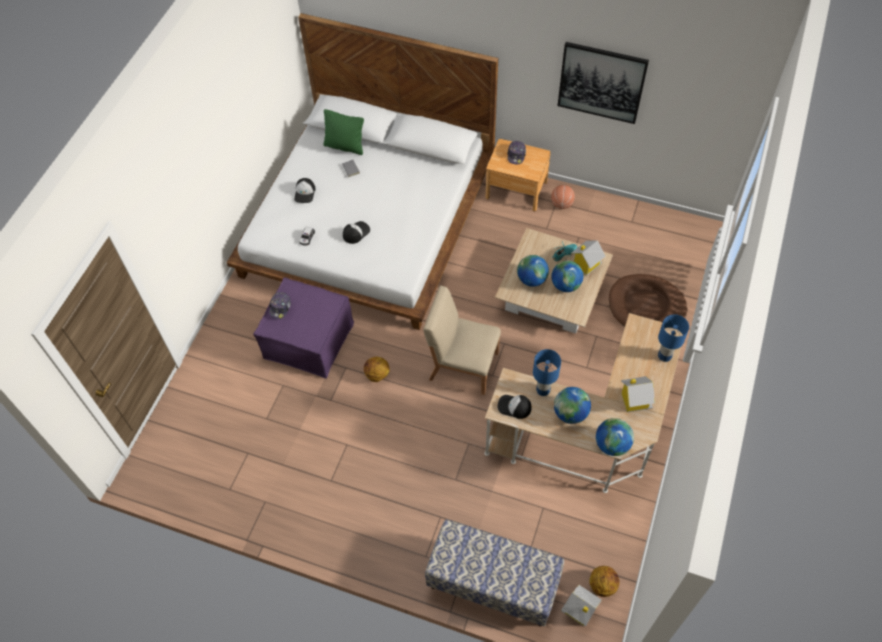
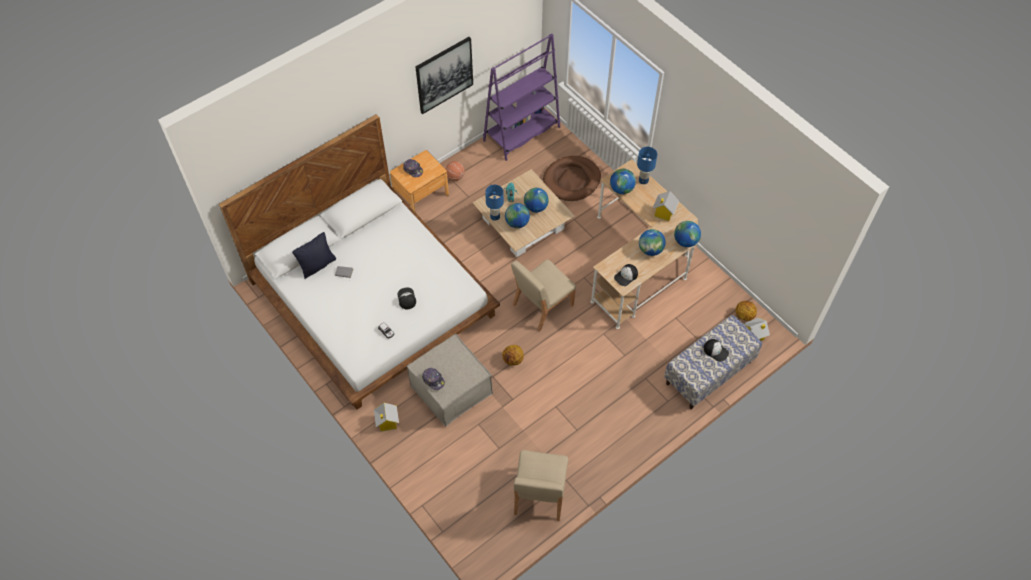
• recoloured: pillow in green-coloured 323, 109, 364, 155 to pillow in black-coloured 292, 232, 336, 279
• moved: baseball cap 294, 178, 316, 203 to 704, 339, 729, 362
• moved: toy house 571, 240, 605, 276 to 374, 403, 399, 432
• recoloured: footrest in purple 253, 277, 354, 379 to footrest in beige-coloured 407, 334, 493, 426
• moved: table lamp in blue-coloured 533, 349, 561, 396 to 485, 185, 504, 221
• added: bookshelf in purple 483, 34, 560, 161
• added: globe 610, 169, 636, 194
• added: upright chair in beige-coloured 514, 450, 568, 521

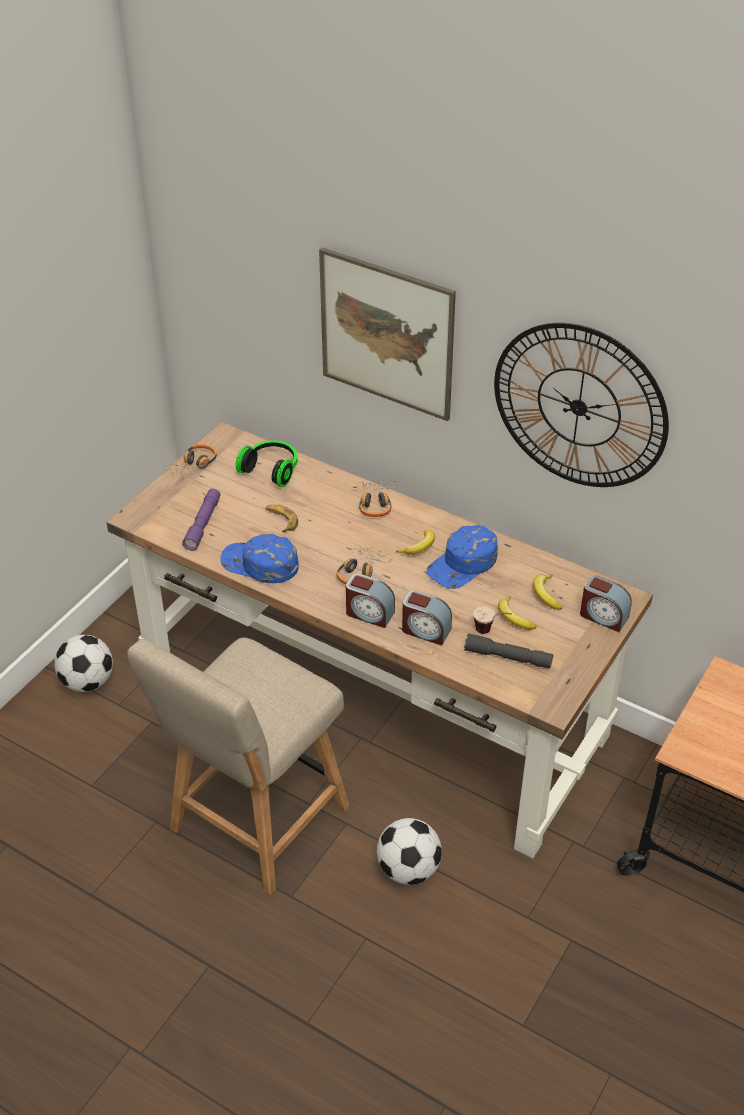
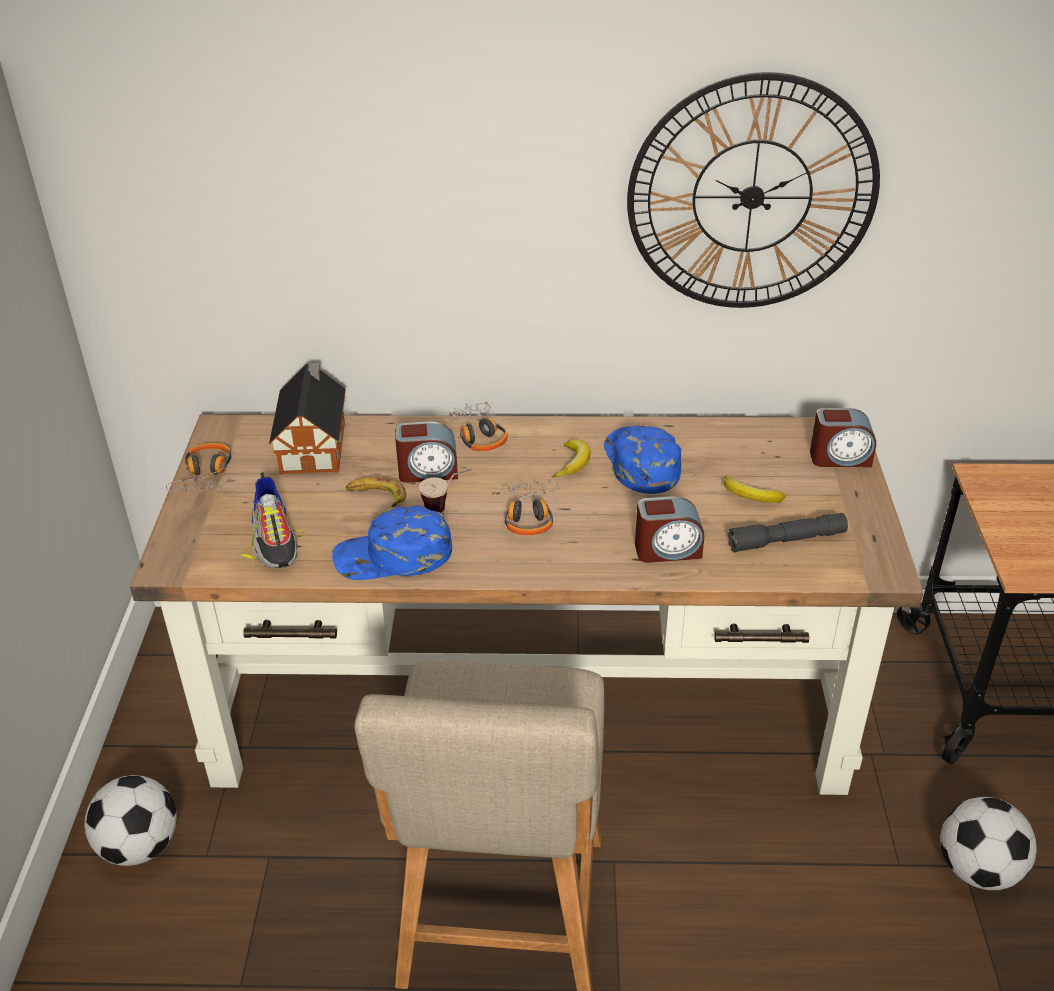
• removed: wall art 319, 247, 456, 421
• replaced: headphones 236, 440, 298, 487 to toy house 269, 363, 346, 475
• replaced: hand torch in purple 182, 489, 220, 551 to shoe 242, 472, 305, 568
• turned: baseball cap in blue-coloured 426, 525, 498, 589 = 604, 426, 682, 494 150 degrees clockwise
• moved: table clock 346, 573, 395, 628 to 395, 422, 458, 483
• removed: whole banana 533, 574, 562, 610
• moved: drinking cup 473, 606, 512, 634 to 419, 469, 472, 513
• moved: football ball 377, 818, 442, 885 to 940, 797, 1037, 890

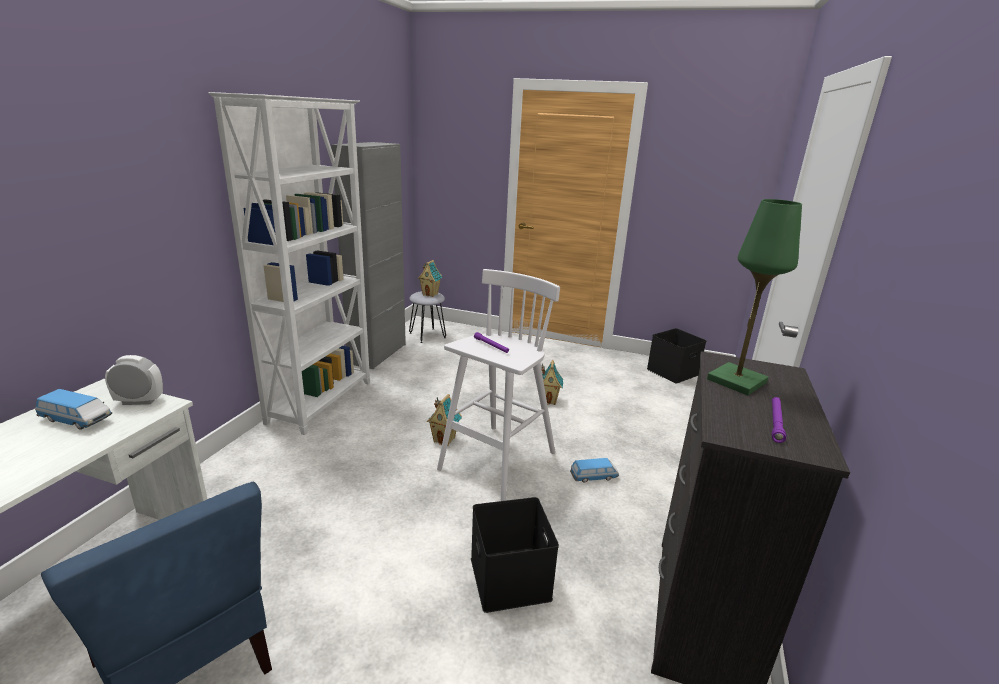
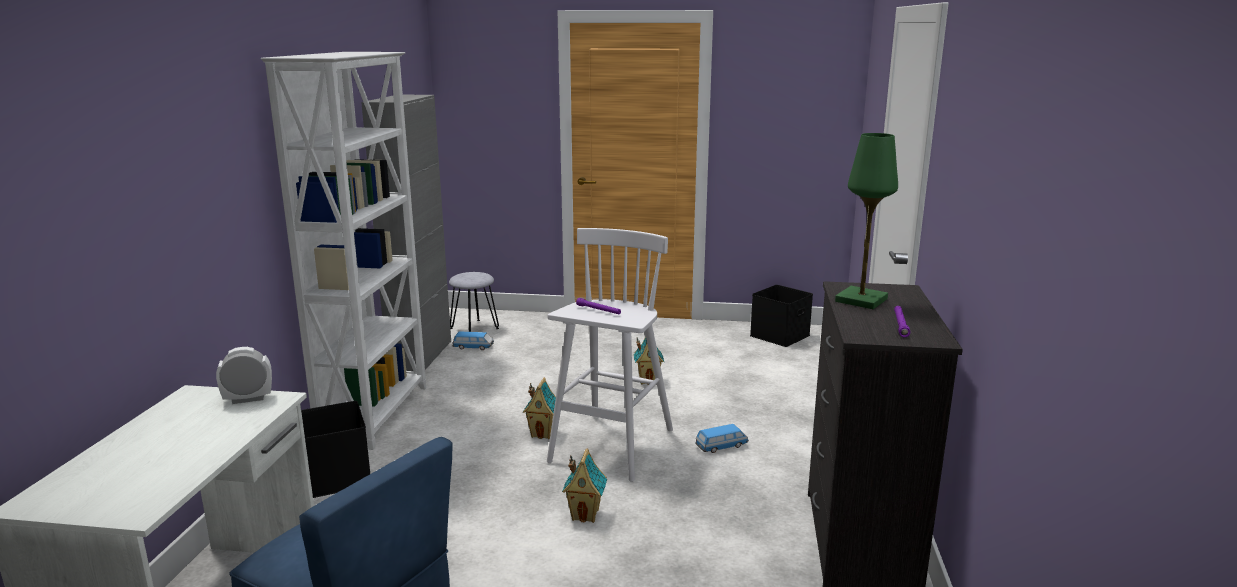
• moved: toy house 418, 260, 442, 297 to 562, 449, 607, 523
• moved: miniature car 35, 389, 112, 430 to 453, 331, 494, 350
• moved: storage bin in black-coloured 471, 497, 559, 613 to 301, 401, 370, 498

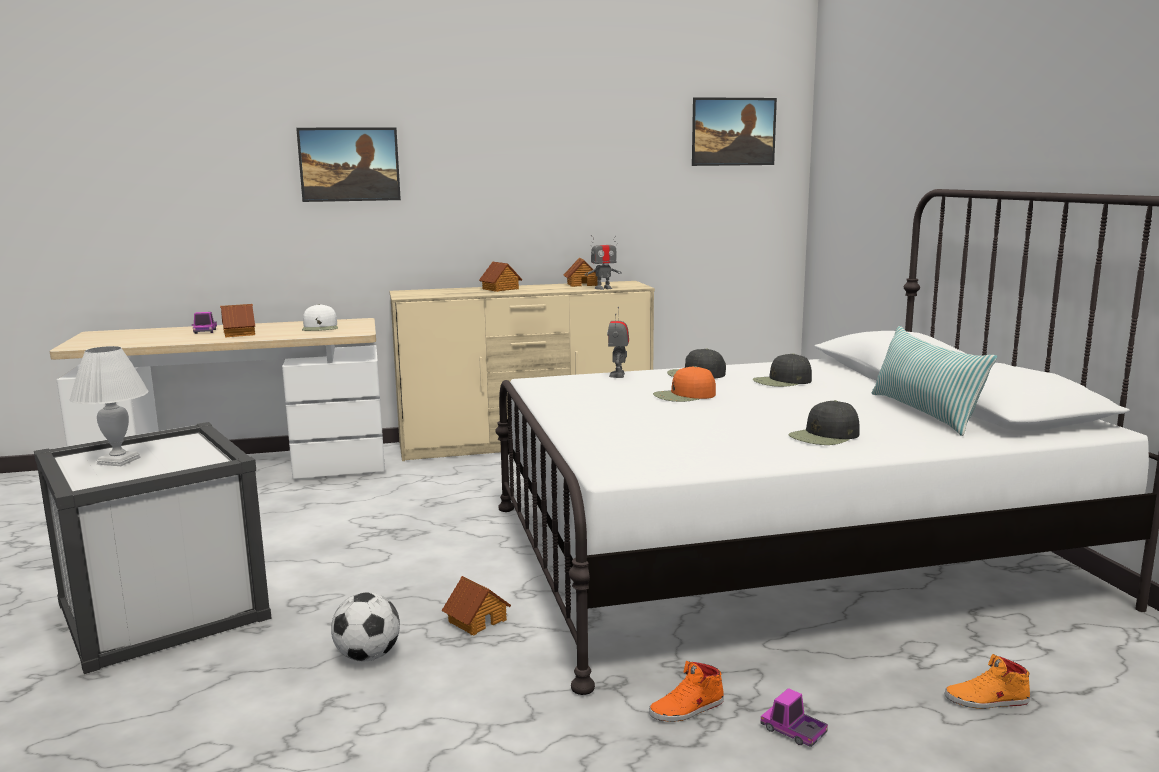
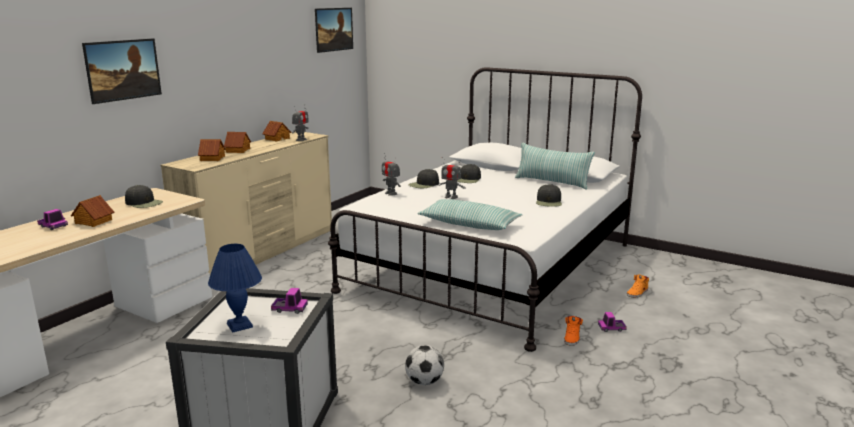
• recoloured: baseball cap in white 302, 304, 338, 331 to baseball cap in black-coloured 125, 185, 163, 208
• recoloured: table lamp in white 70, 346, 148, 466 to table lamp in blue-coloured 208, 244, 262, 333
• replaced: baseball cap in orange 653, 366, 716, 402 to model robot 438, 157, 466, 199
• moved: toy house 441, 576, 511, 636 to 198, 139, 226, 161
• added: pillow 418, 199, 522, 230
• added: toy truck 271, 288, 308, 314

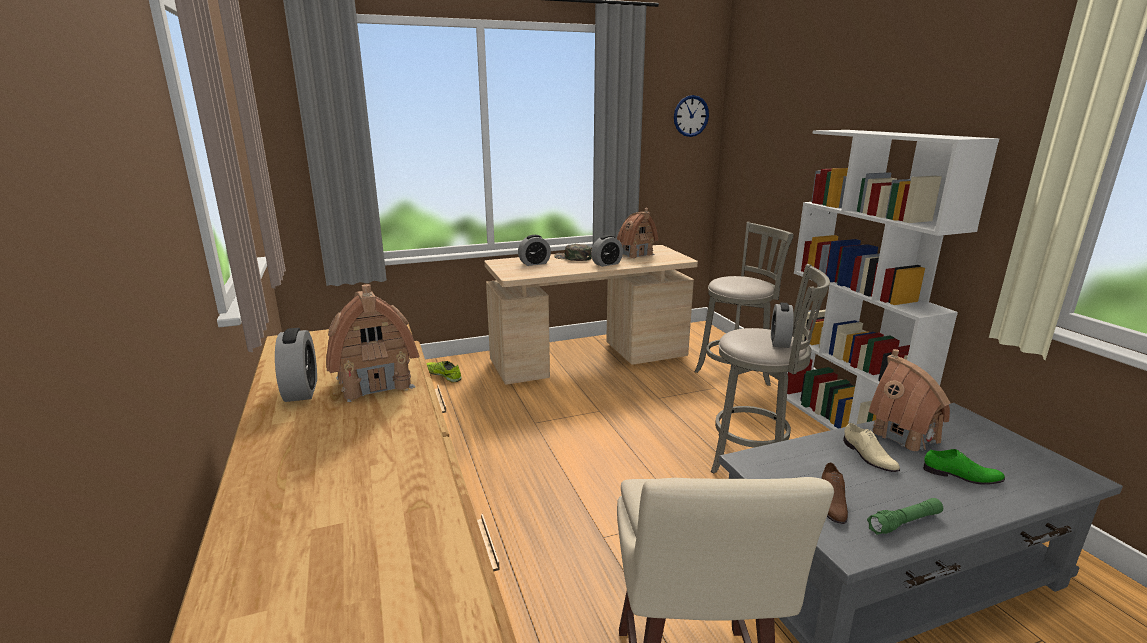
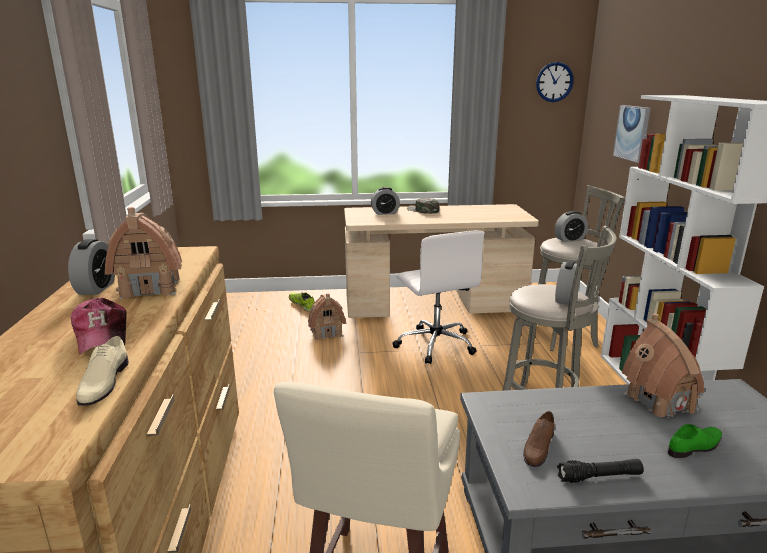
• moved: toy house 617, 208, 658, 259 to 308, 293, 347, 341
• moved: table clock 591, 235, 623, 267 to 555, 211, 588, 242
• moved: shoe in beige-coloured 843, 423, 900, 472 to 76, 336, 129, 406
• turned: shoe in green-coloured 923, 449, 1005, 485 = 668, 424, 722, 458 60 degrees counterclockwise
• recoloured: hand torch in green-coloured 867, 498, 943, 535 to hand torch in black-coloured 557, 459, 644, 483
• added: wall art 613, 105, 651, 163
• added: desk chair in white 393, 231, 485, 364
• added: baseball cap 71, 298, 127, 354

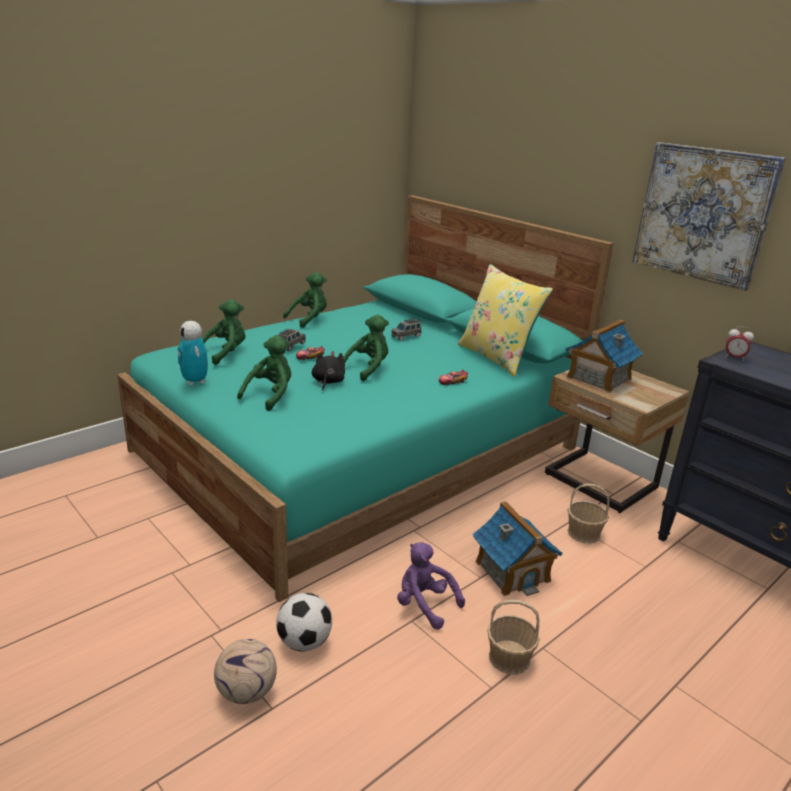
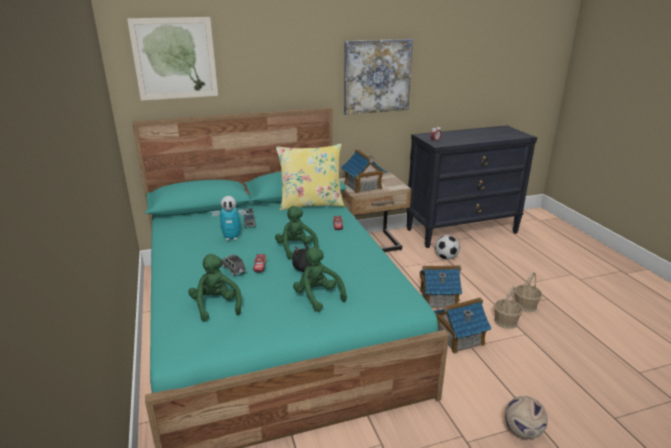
• removed: soft toy in green-coloured 283, 272, 327, 328
• moved: model robot 178, 321, 208, 385 to 209, 196, 250, 241
• moved: storage basket 567, 484, 609, 544 to 515, 272, 543, 312
• replaced: soft toy in purple 397, 542, 465, 630 to toy house 434, 297, 492, 354
• moved: football ball 276, 593, 332, 651 to 435, 235, 460, 260
• added: wall art 127, 17, 218, 101

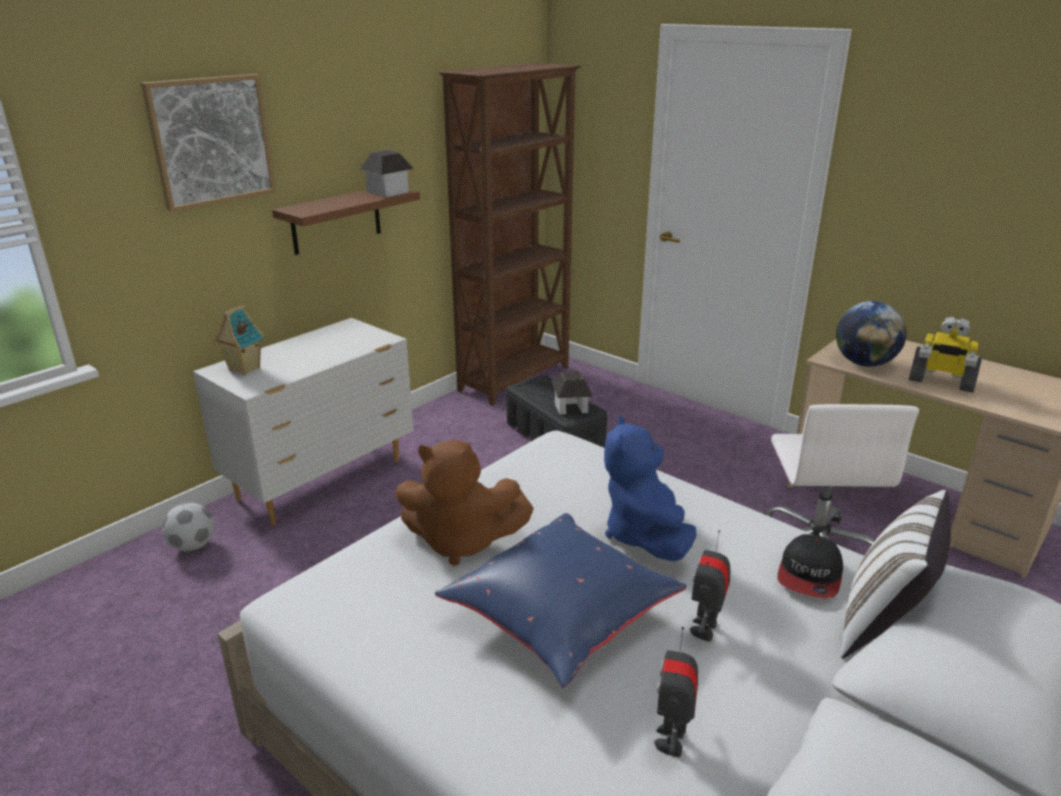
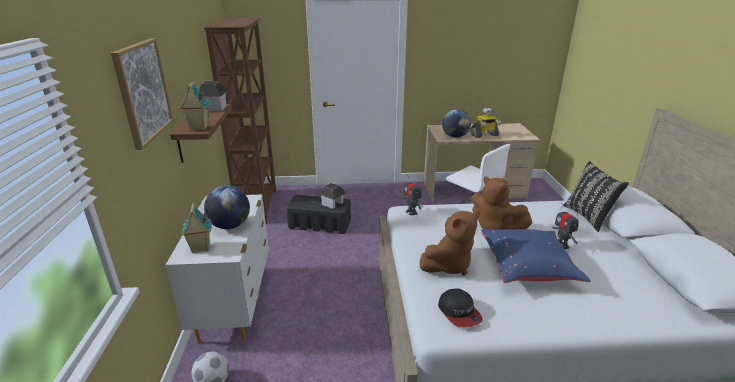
• recoloured: soft toy in blue-coloured 604, 415, 697, 561 to soft toy in brown 472, 176, 533, 230
• recoloured: pillow in white 841, 490, 951, 659 to pillow in black-coloured 563, 161, 629, 232
• moved: baseball cap 777, 534, 843, 598 to 438, 289, 483, 327
• moved: model robot 654, 627, 698, 757 to 404, 174, 421, 215
• added: toy house 179, 82, 211, 131
• added: globe 204, 186, 250, 229

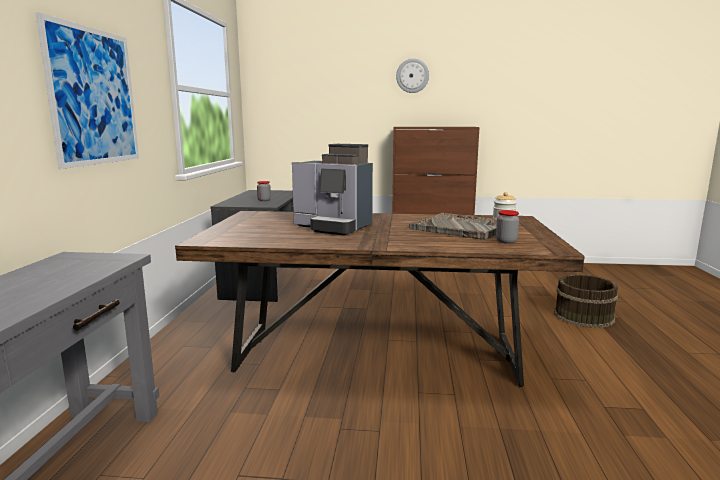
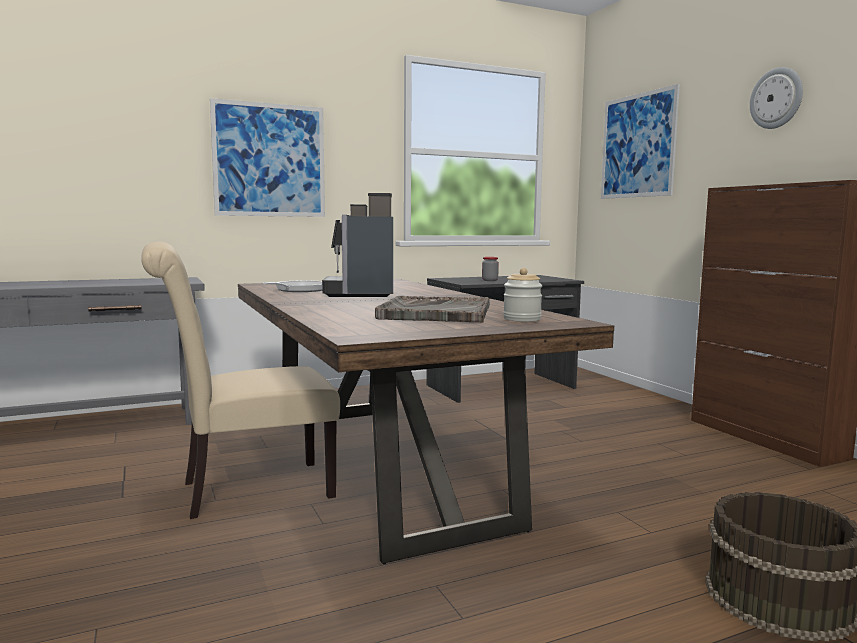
• removed: preserve jar 496, 210, 519, 244
• added: wall art 601, 84, 680, 199
• added: upright chair in beige-coloured 141, 242, 340, 519
• added: skillet 263, 280, 322, 292

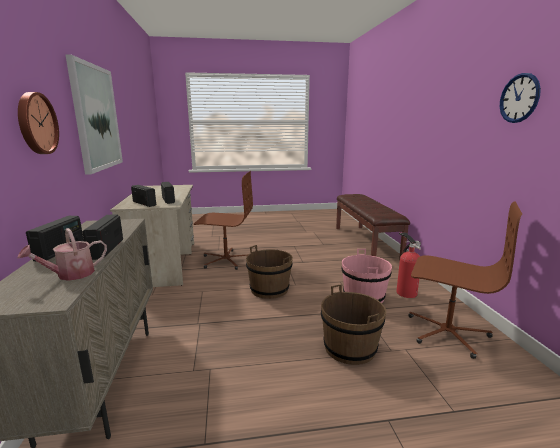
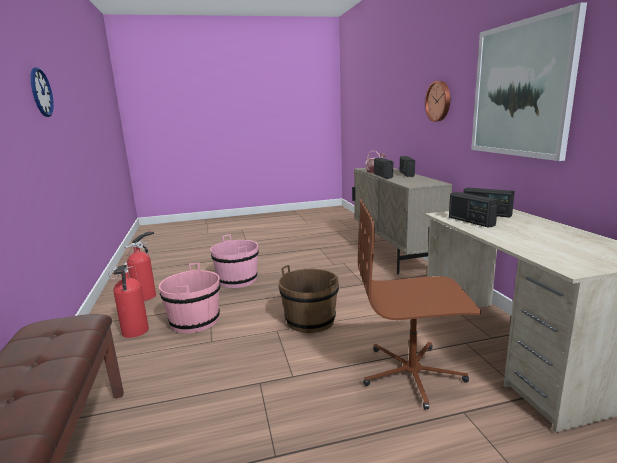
• replaced: desk chair in brown 408, 202, 522, 359 to fire extinguisher 124, 231, 156, 301
• recoloured: water bucket in brown 321, 284, 386, 365 to water bucket in pink 210, 234, 259, 288

